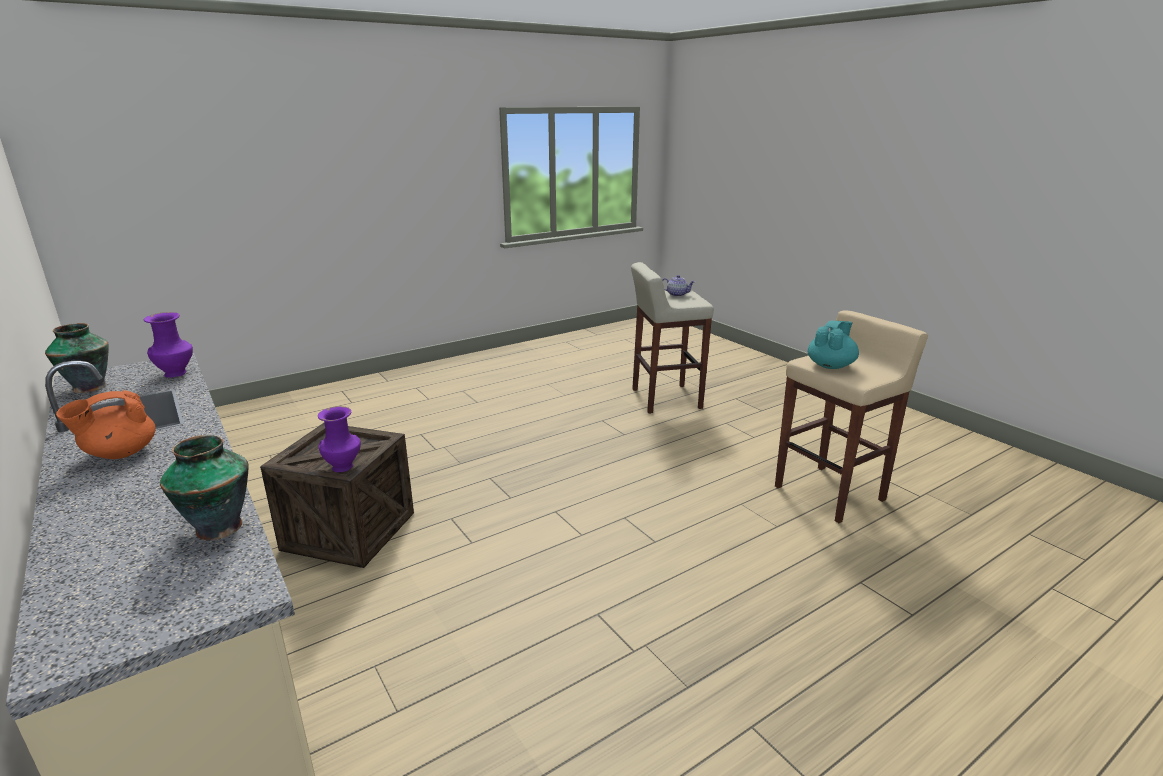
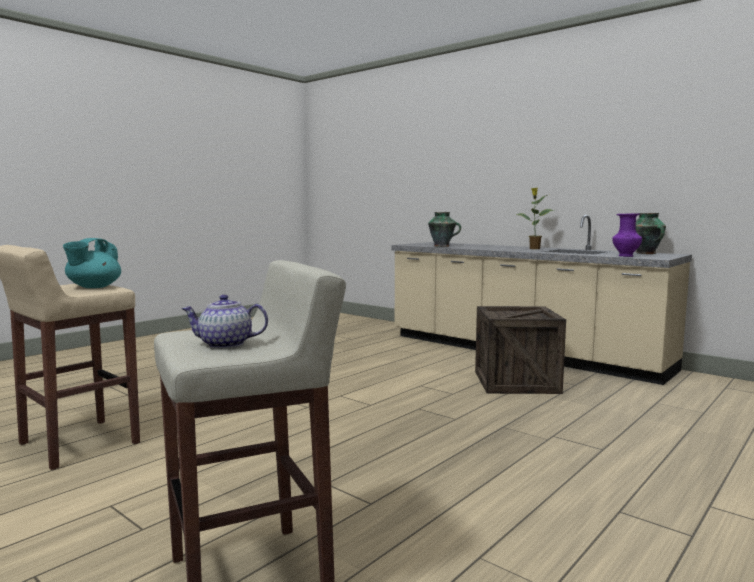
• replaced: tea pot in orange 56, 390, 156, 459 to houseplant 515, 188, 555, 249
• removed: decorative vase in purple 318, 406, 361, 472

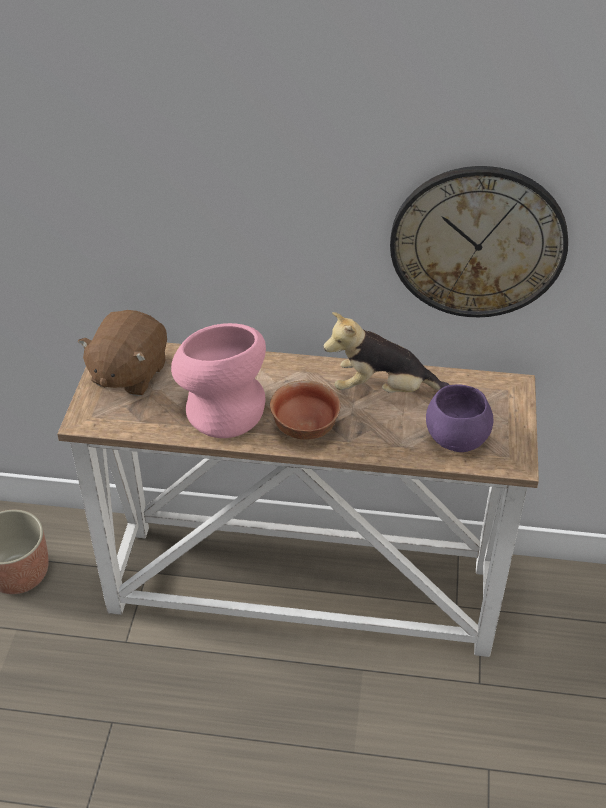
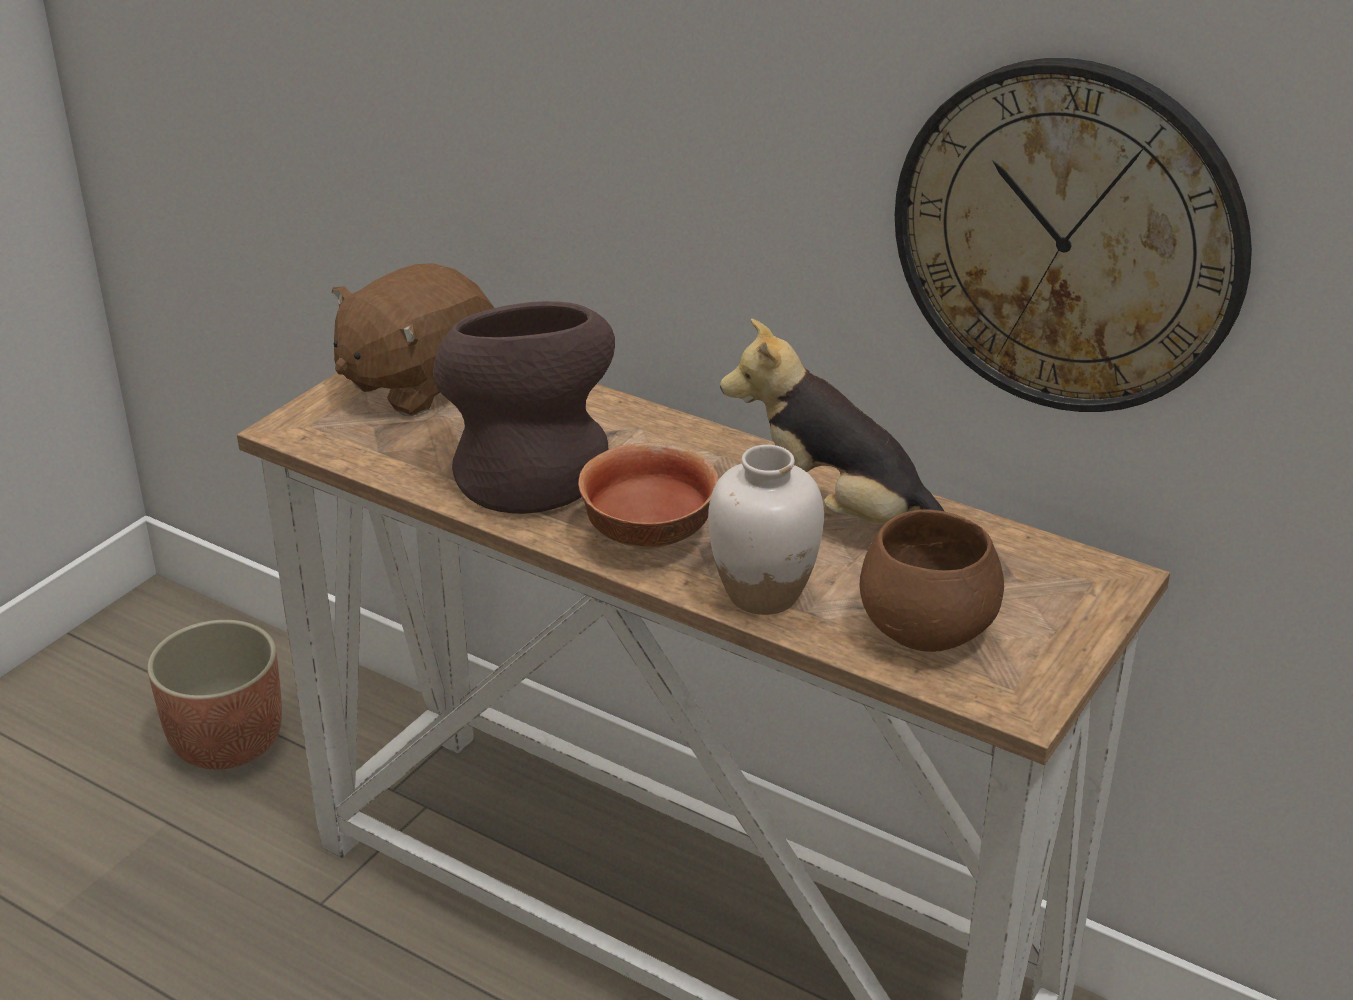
• recoloured: decorative vase in pink 171, 323, 266, 438 to decorative vase in brown 433, 301, 615, 514
• recoloured: bowl in purple 426, 384, 493, 452 to bowl in brown 859, 510, 1004, 652
• added: decorative vase in white 708, 445, 824, 615

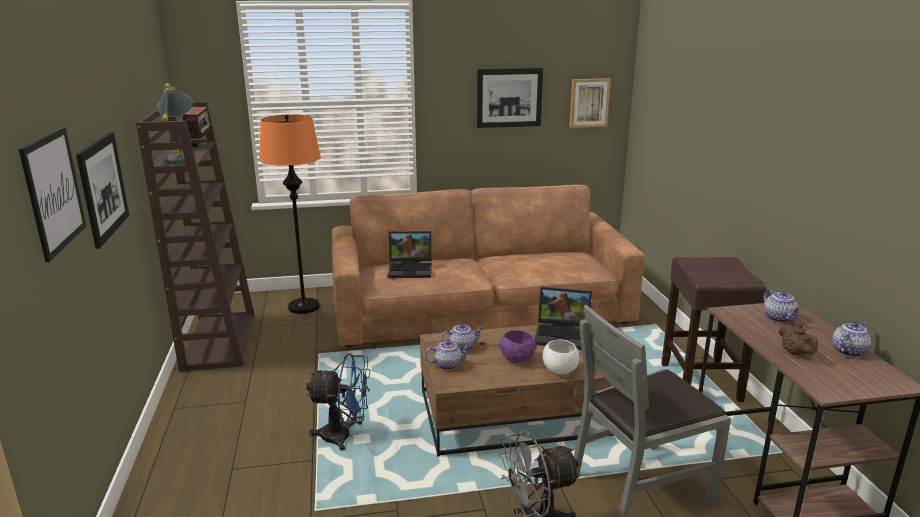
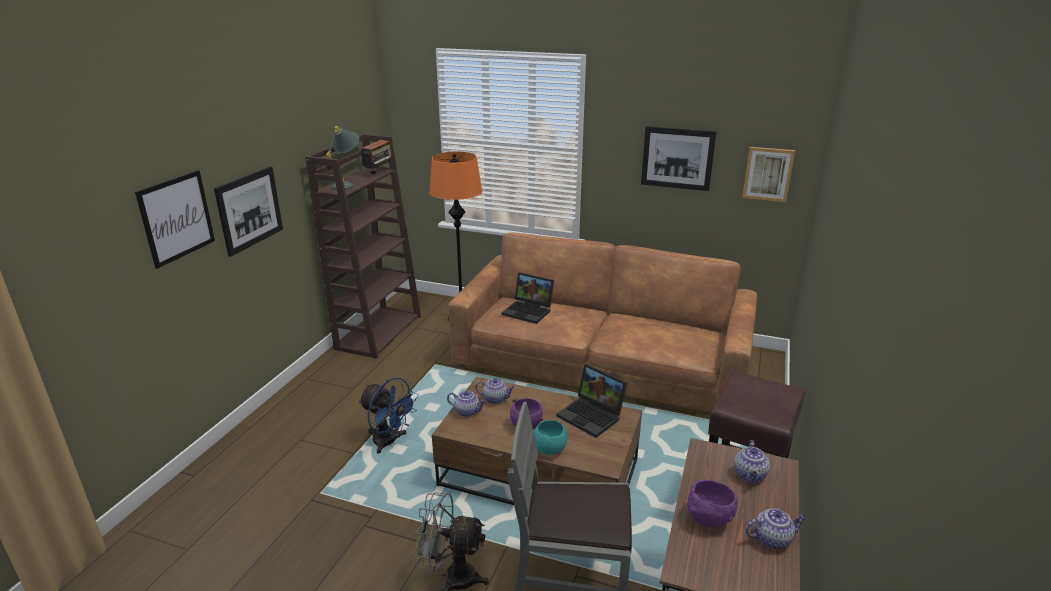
• replaced: tea pot in brown 778, 323, 818, 355 to bowl in purple 687, 480, 738, 528
• recoloured: bowl in white 543, 339, 580, 374 to bowl in blue-green 534, 420, 567, 455

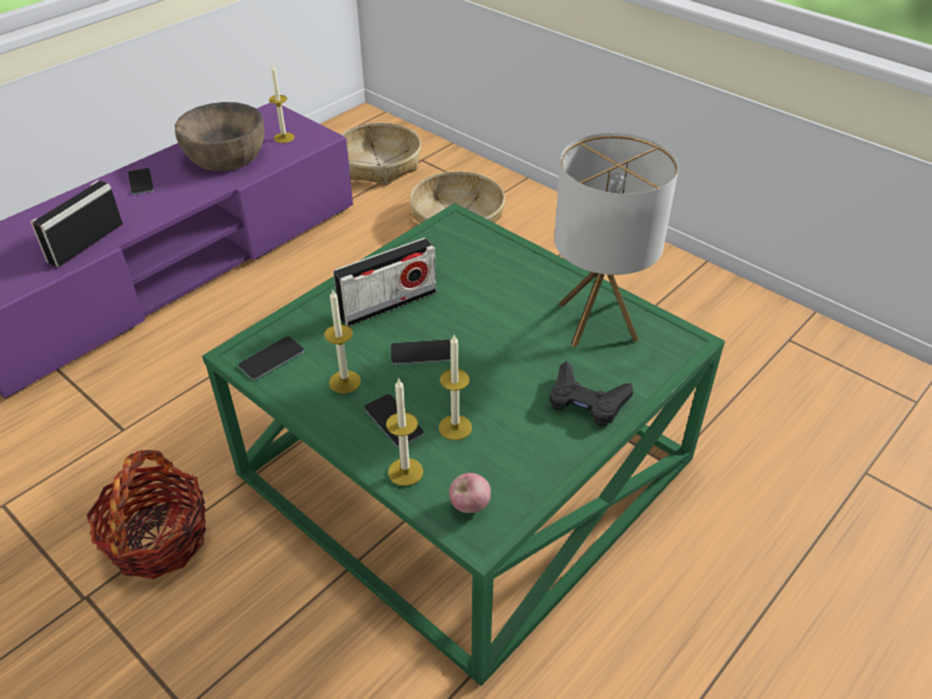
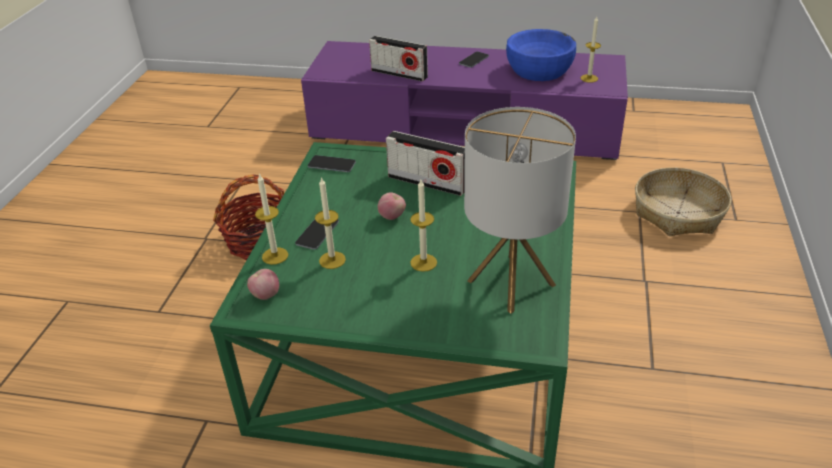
• recoloured: bowl in brown 175, 102, 265, 171 to bowl in blue-coloured 506, 29, 576, 81
• removed: storage basket 340, 123, 421, 186
• turned: radio receiver 30, 180, 123, 267 = 369, 36, 428, 82 150 degrees counterclockwise
• moved: wax candle 324, 289, 361, 393 to 410, 180, 437, 272
• replaced: handset 390, 339, 451, 365 to apple 378, 192, 406, 220
• removed: gamepad in black-coloured 549, 361, 633, 426

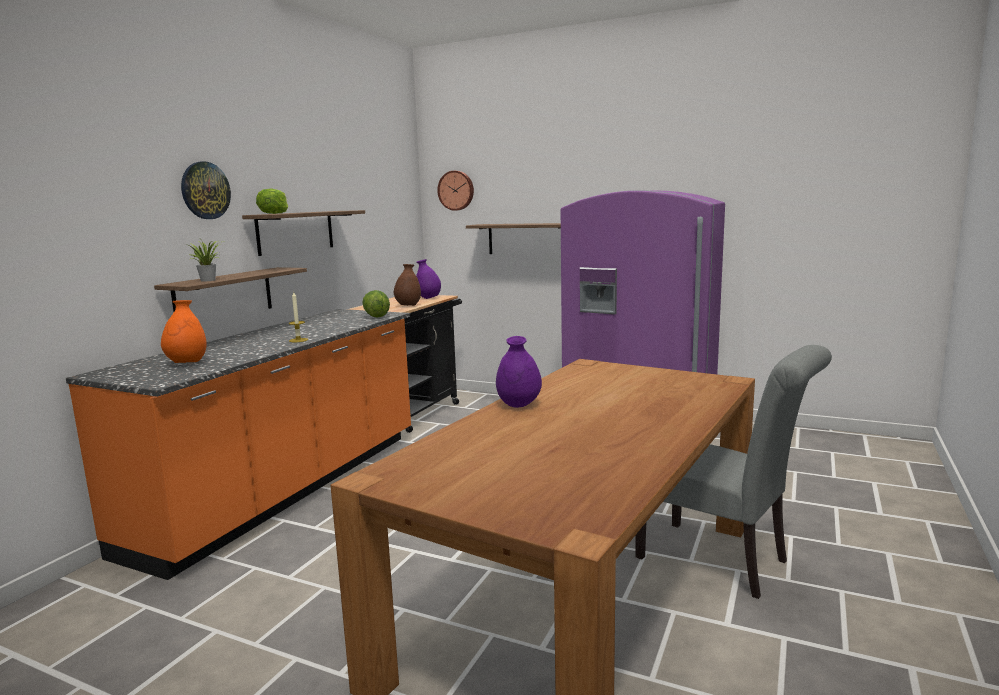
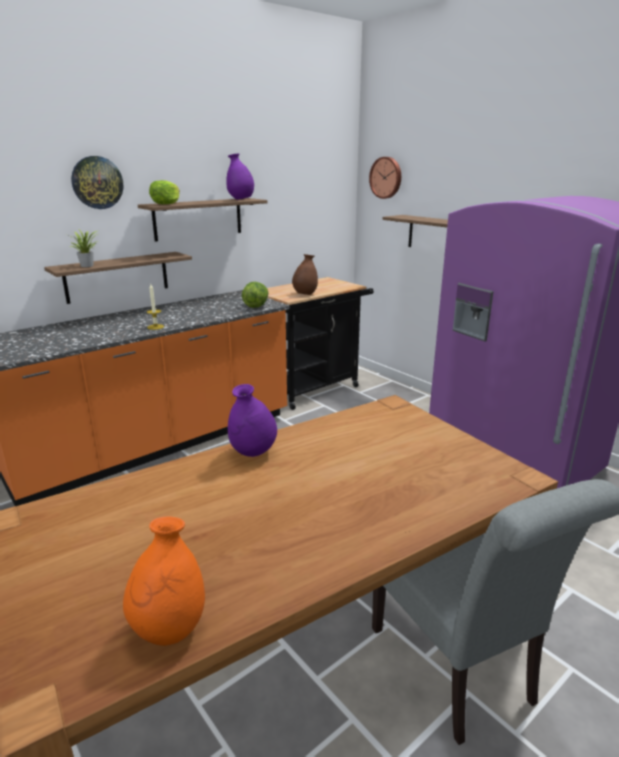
• moved: decorative vase in purple 416, 259, 441, 299 to 226, 153, 254, 200
• moved: decorative vase in orange 161, 300, 207, 363 to 123, 516, 205, 646

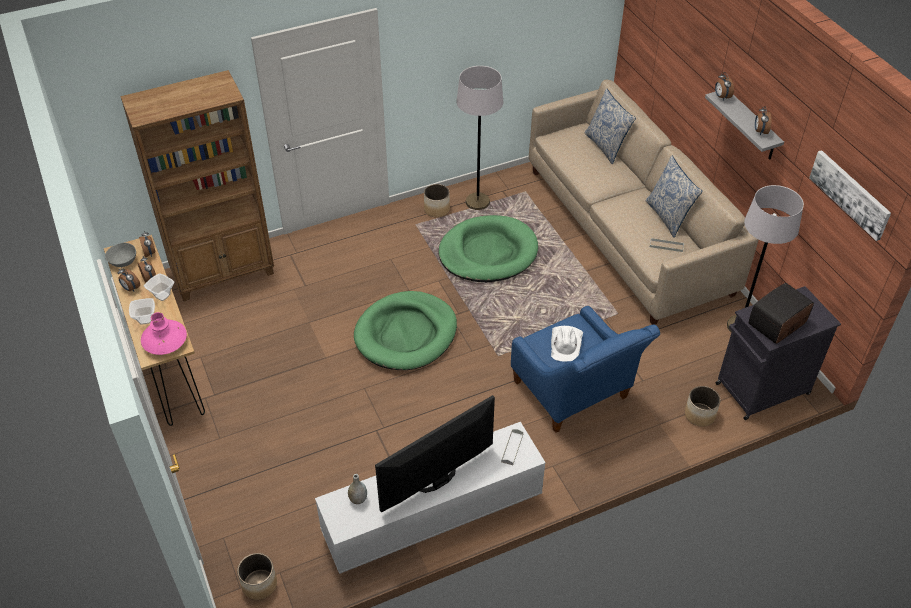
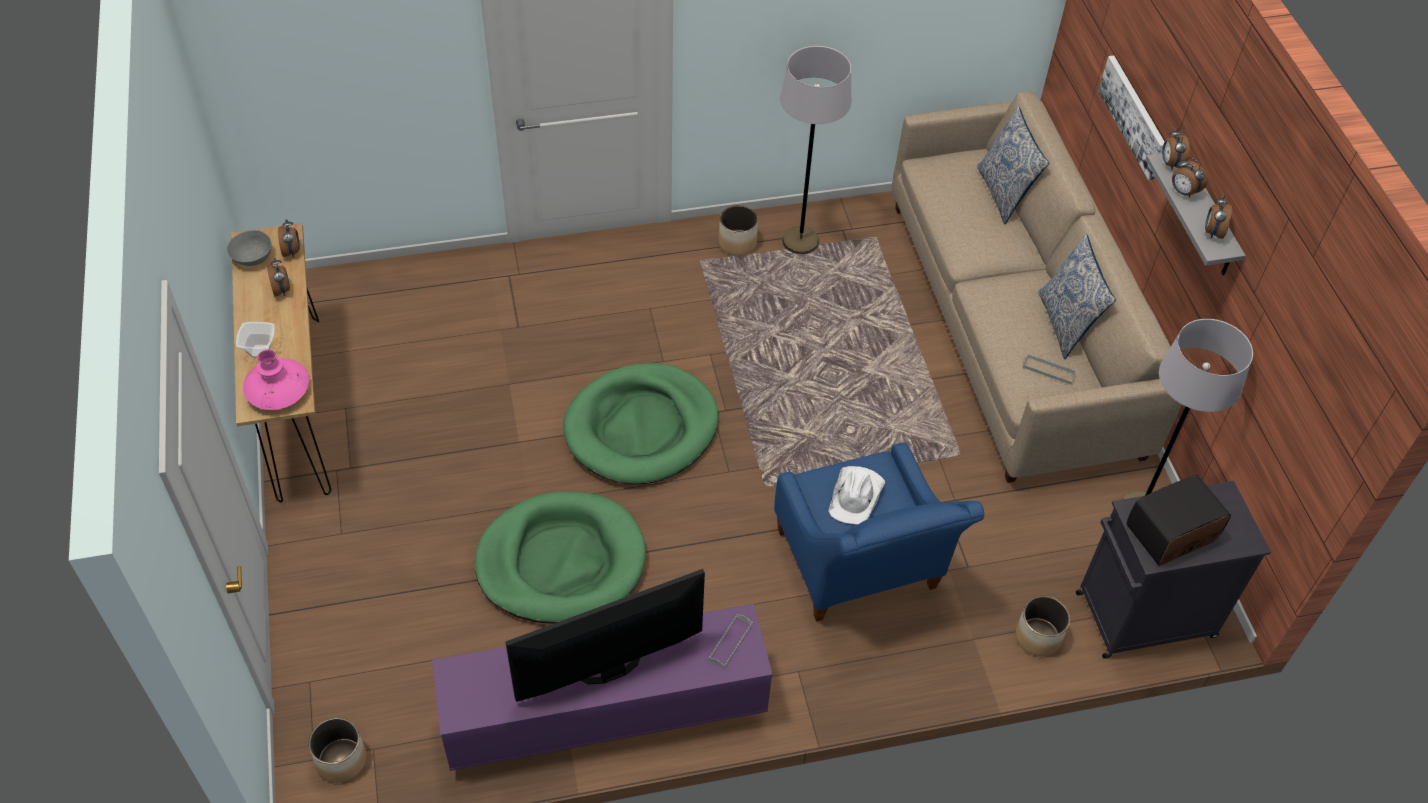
• removed: bookshelf in brown 120, 70, 274, 301
• moved: wall art 809, 150, 891, 241 to 1098, 55, 1165, 180
• moved: dog bed in green-coloured 439, 215, 538, 282 to 475, 492, 646, 624
• moved: table clock 118, 268, 140, 291 to 1172, 157, 1207, 198
• removed: bowl 144, 273, 174, 301
• recoloured: media console in white 315, 422, 546, 574 to media console in purple 432, 604, 773, 771
• removed: decorative vase in gray 348, 474, 367, 504

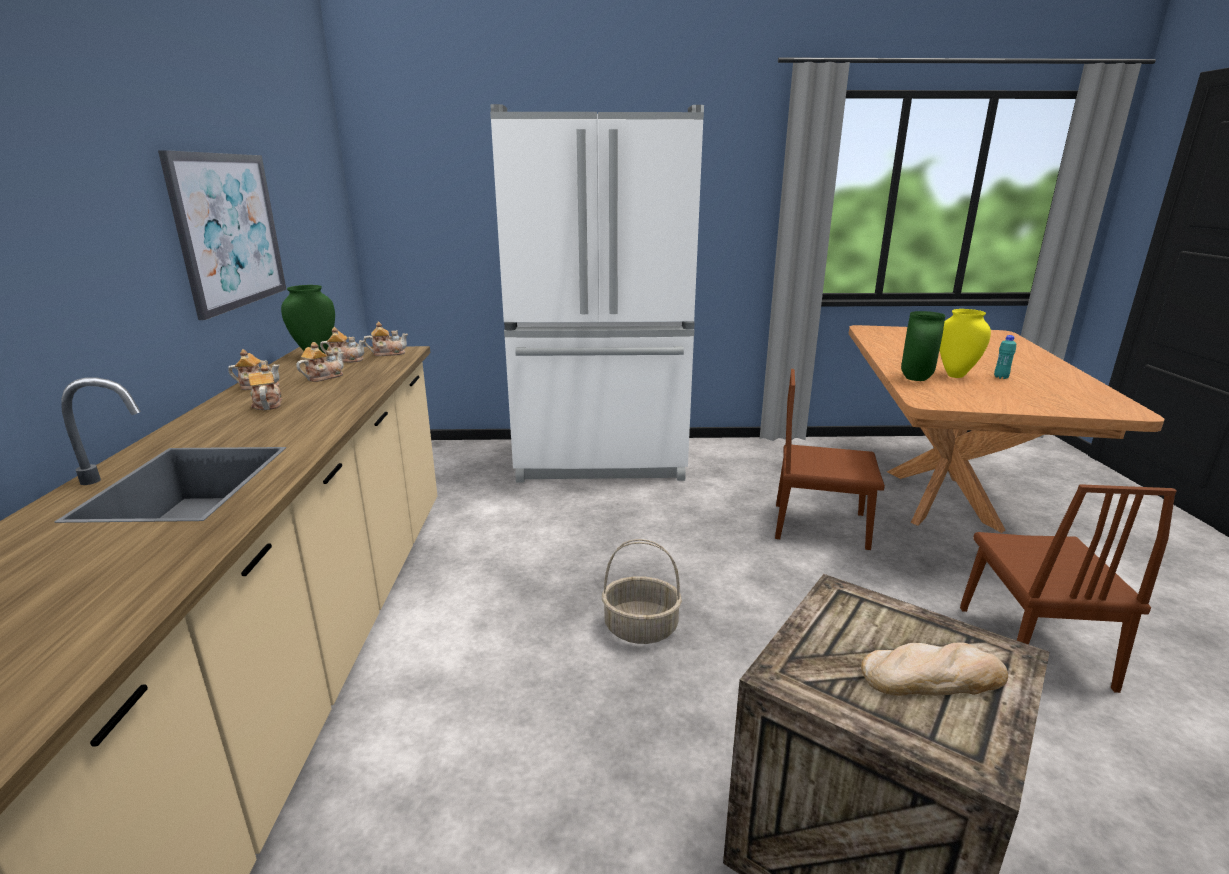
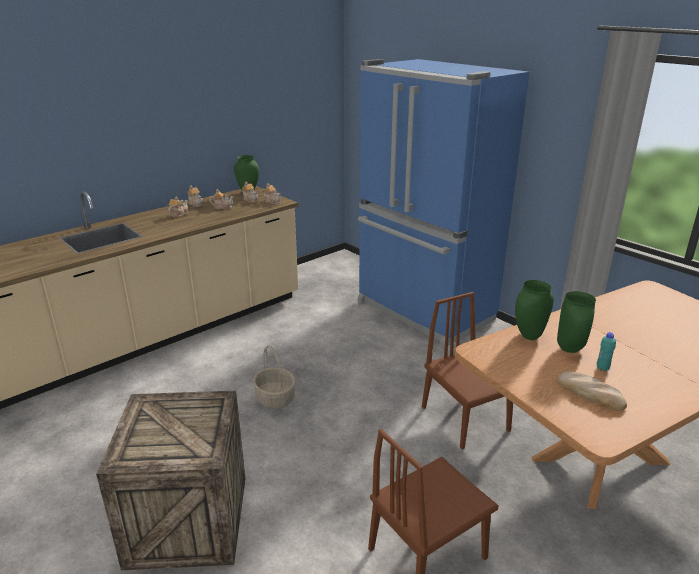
• recoloured: fridge in white 490, 104, 704, 482 to fridge in blue-coloured 358, 59, 530, 348
• removed: wall art 158, 150, 286, 320
• recoloured: decorative vase in yellow-coloured 940, 309, 991, 378 to decorative vase in green-coloured 557, 291, 596, 353
• moved: bakery bread 861, 642, 1008, 696 to 557, 371, 627, 411

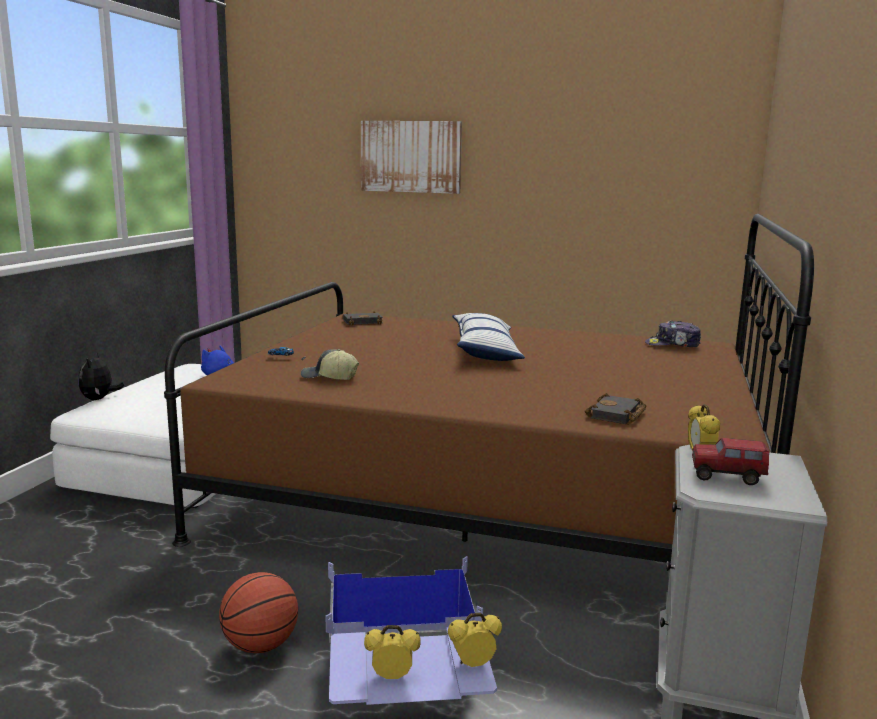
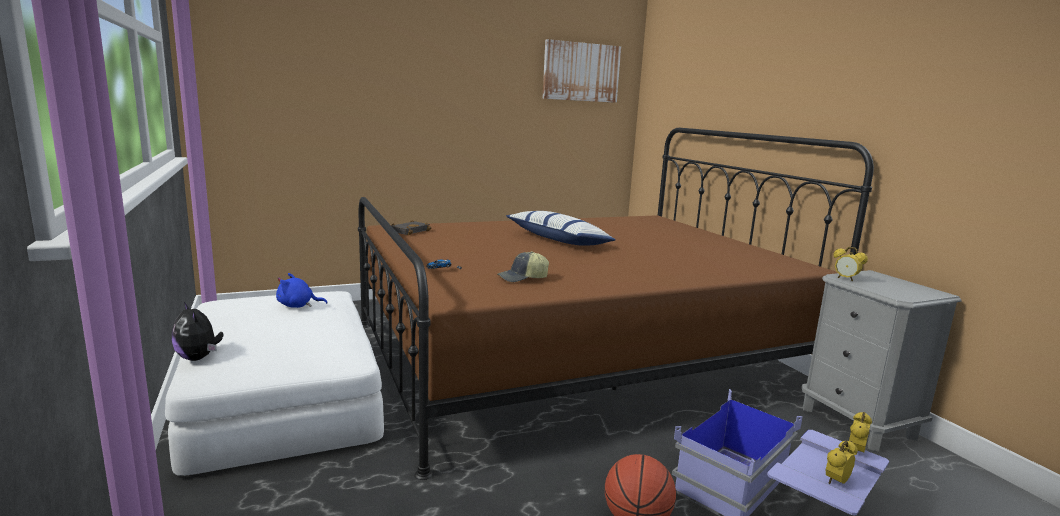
• moved: wall art 361, 121, 462, 194 to 542, 39, 621, 103
• removed: baseball cap 645, 321, 701, 347
• removed: book in black-coloured 585, 393, 647, 425
• removed: toy truck 692, 438, 769, 485

